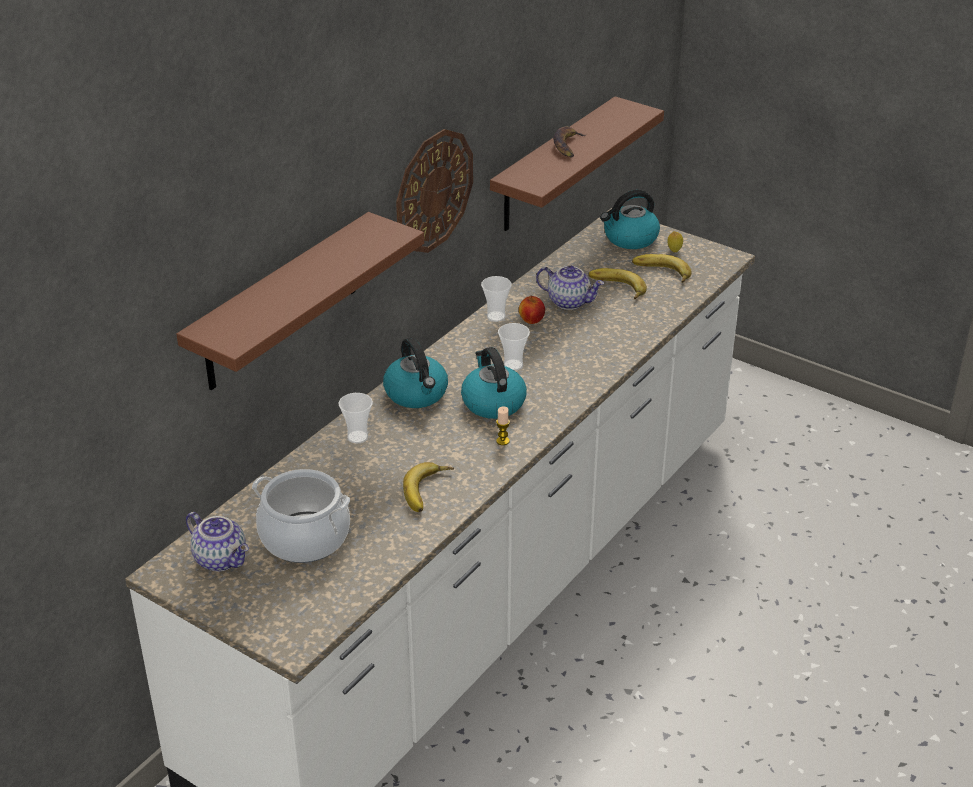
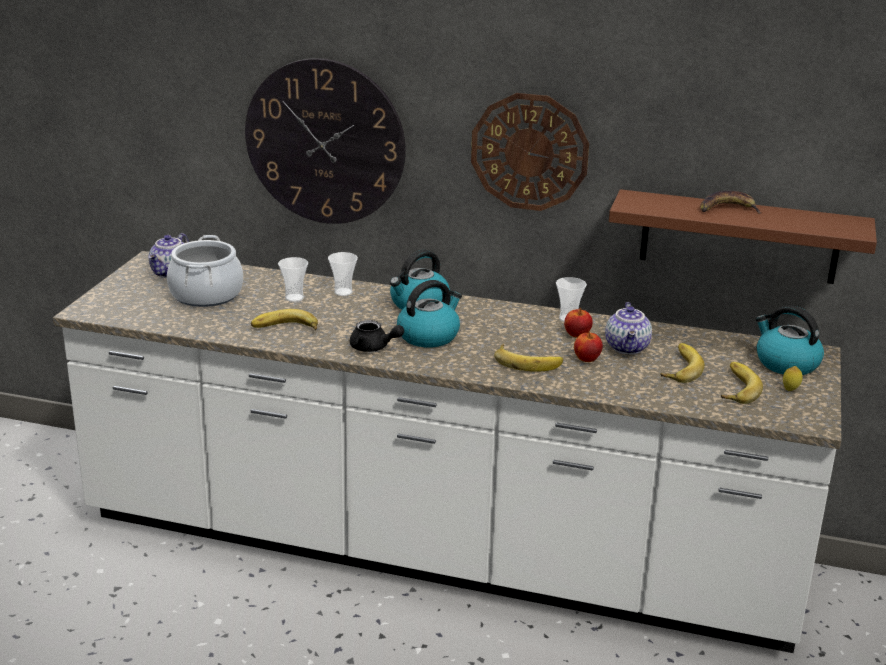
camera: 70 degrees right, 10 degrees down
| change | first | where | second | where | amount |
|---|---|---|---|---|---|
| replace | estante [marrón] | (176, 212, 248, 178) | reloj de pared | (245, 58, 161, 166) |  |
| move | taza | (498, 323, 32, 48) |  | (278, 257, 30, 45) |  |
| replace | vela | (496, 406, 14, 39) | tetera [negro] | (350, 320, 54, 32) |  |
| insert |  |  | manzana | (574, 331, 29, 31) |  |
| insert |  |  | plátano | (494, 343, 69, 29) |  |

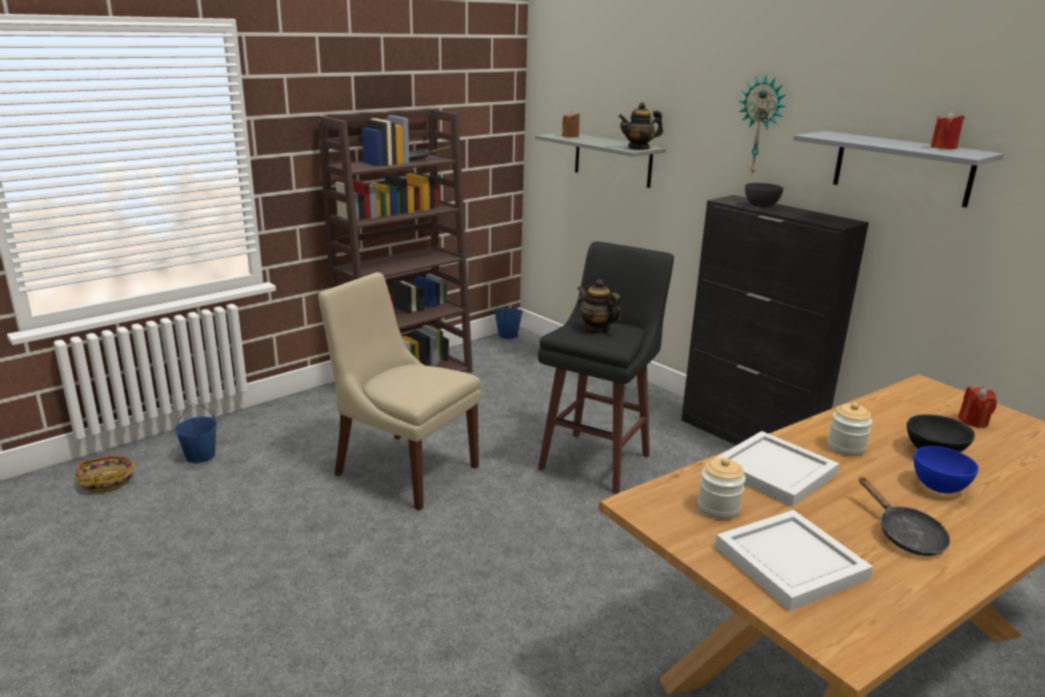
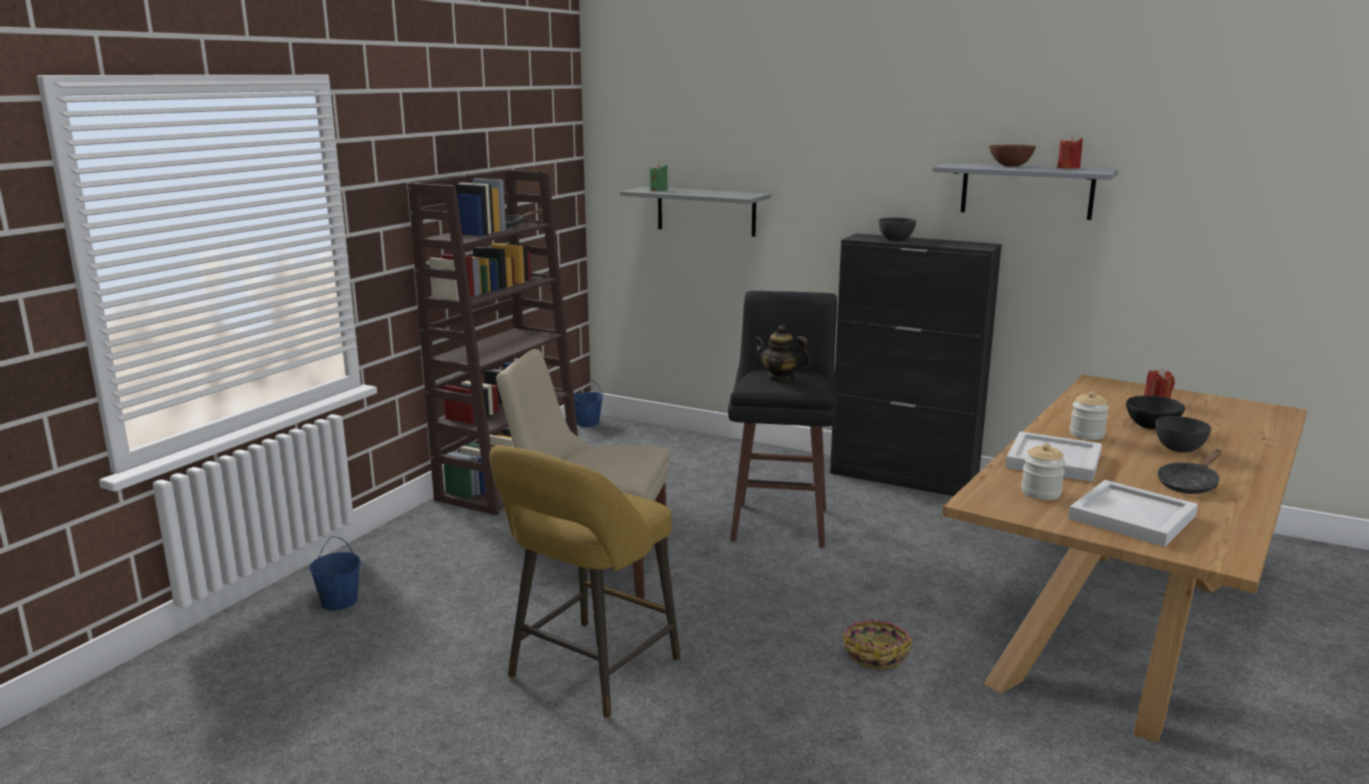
camera: 20 degrees left, 5 degrees down
| change | first | where | second | where | amount |
|---|---|---|---|---|---|
| delete | reloj de pared | (739, 75, 47, 99) |  |  |  |
| delete | tetera | (618, 102, 45, 48) |  |  |  |
| recolor | vela [marrón] | (562, 111, 18, 26) | vela [verde] | (650, 163, 18, 28) |  |
| recolor | cuenco [azul] | (914, 446, 65, 47) | cuenco [gris] | (1156, 416, 55, 37) |  |
| move | cesta | (75, 455, 61, 38) |  | (842, 620, 70, 50) |  |
| rotate | sartén [negro] | (859, 477, 91, 79) |  | (1157, 449, 65, 45) | 90 degrees clockwise |
| insert |  |  | cuenco [marrón] | (989, 145, 47, 22) |  |
| insert |  |  | taburete [amarillo] | (489, 445, 191, 274) |  |

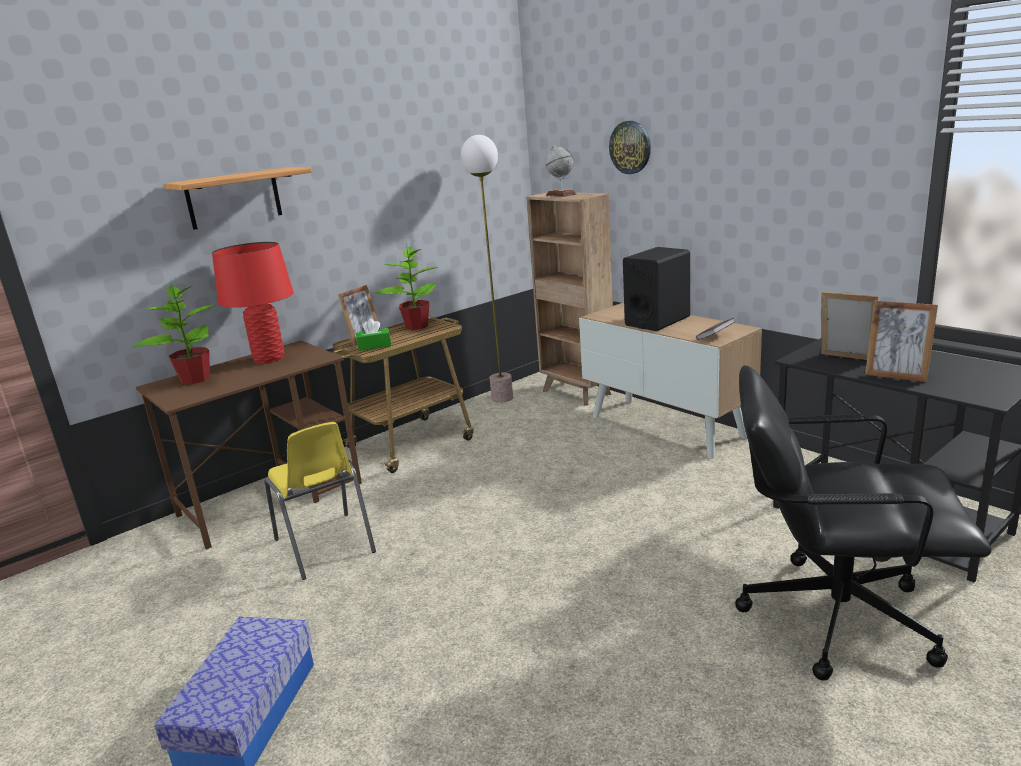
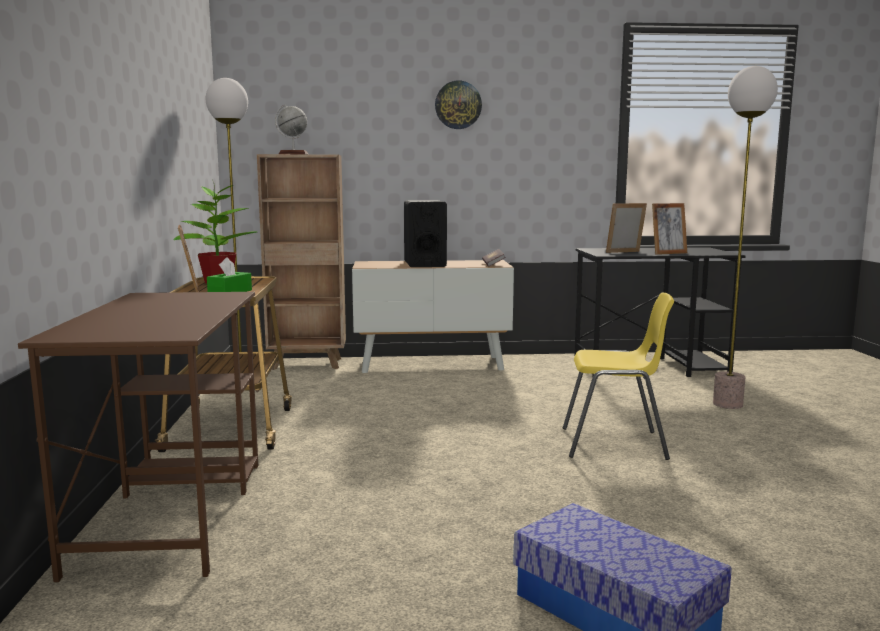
camera: 55 degrees left, 10 degrees down
| change | first | where | second | where | amount |
|---|---|---|---|---|---|
| move | reloj de pared | (609, 121, 42, 53) |  | (435, 81, 47, 48) |  |
| delete | estante | (163, 167, 149, 63) |  |  |  |
| delete | lámpara de mesa [rojo] | (212, 242, 82, 122) |  |  |  |
| delete | planta en maceta | (133, 282, 84, 102) |  |  |  |
| replace | silla de oficina [negro] | (735, 365, 256, 316) | lámpara de pie | (713, 66, 65, 343) |  |
| move | silla [amarillo] | (264, 422, 112, 158) |  | (563, 293, 111, 167) |  |

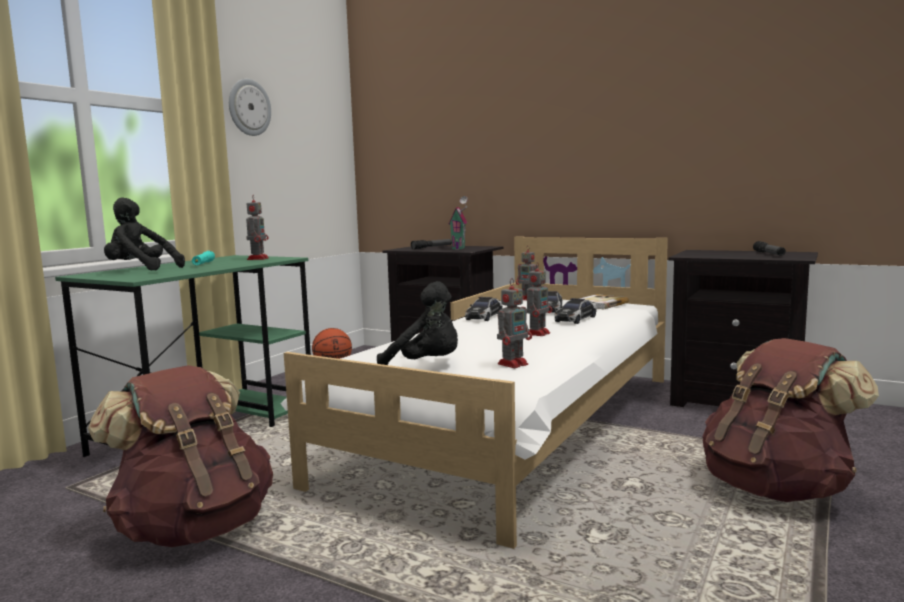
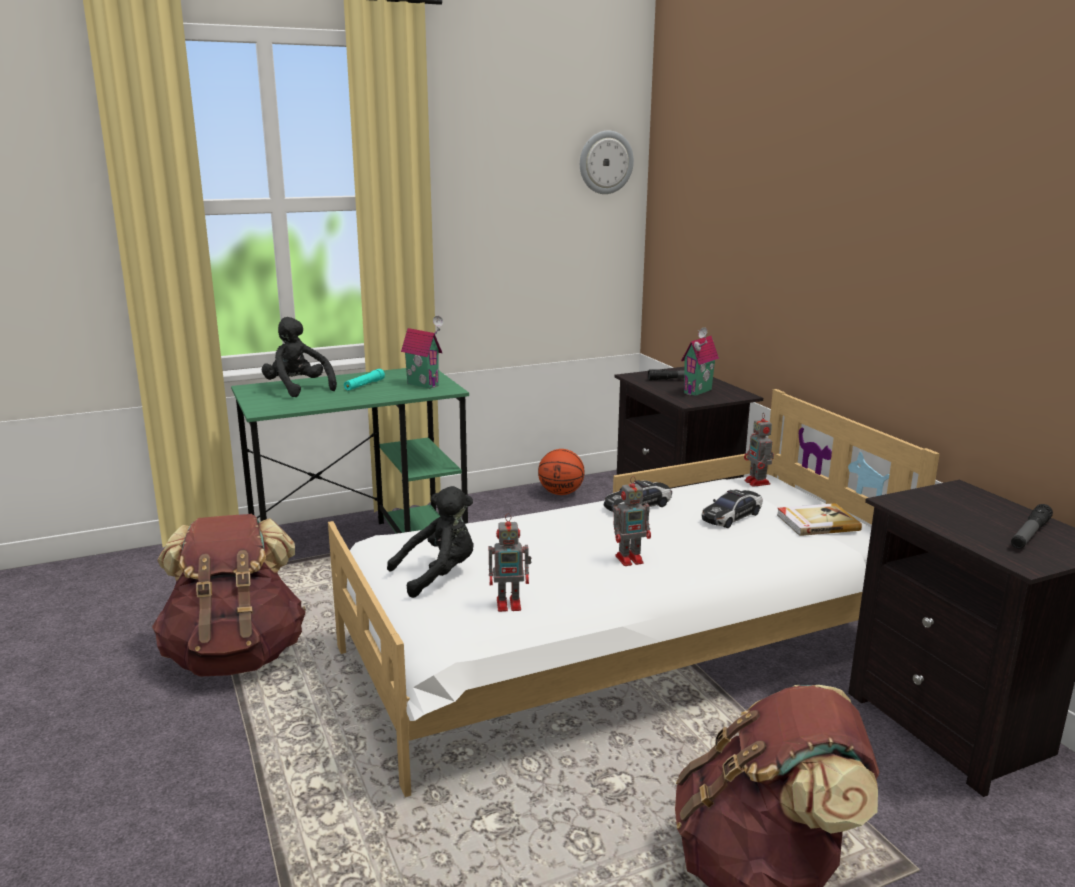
camera: 35 degrees right, 10 degrees up
| change | first | where | second | where | amount |
|---|---|---|---|---|---|
| move | reloj de pared | (229, 79, 42, 57) |  | (580, 130, 54, 64) |  |
| replace | robot de juguete | (246, 195, 23, 65) | casita | (401, 316, 42, 73) |  |
| rotate | peluche [negro] | (377, 281, 81, 84) |  | (387, 486, 87, 112) | 90 degrees counterclockwise |
| delete | coche de juguete | (554, 298, 43, 26) |  |  |  |

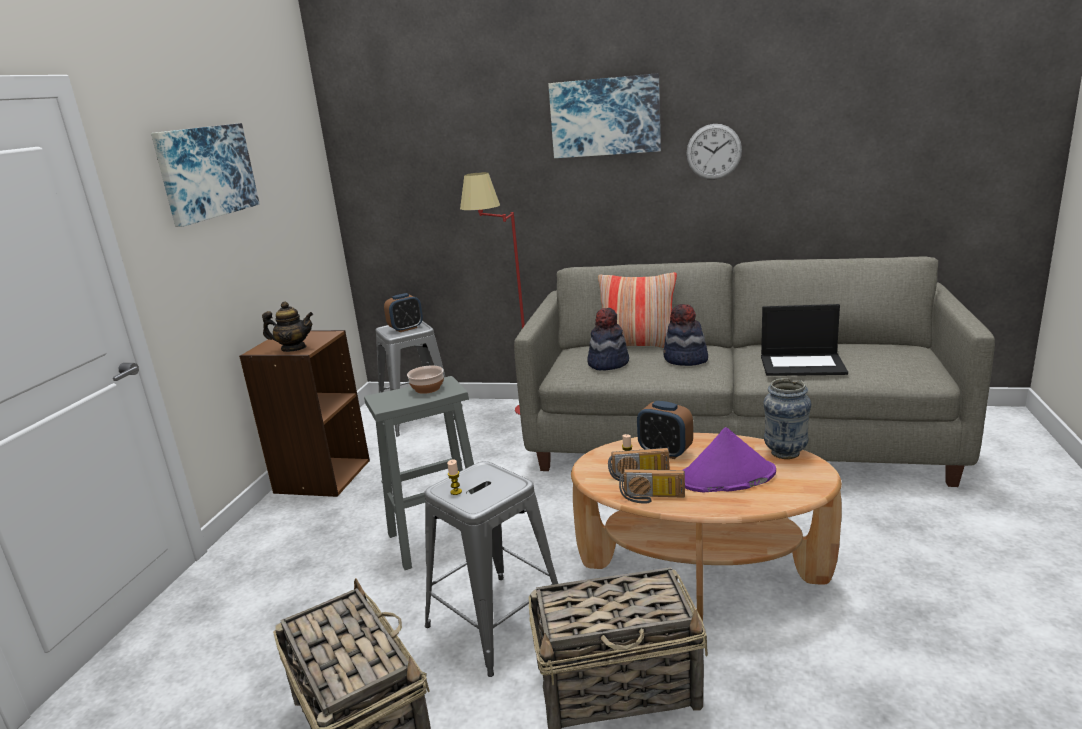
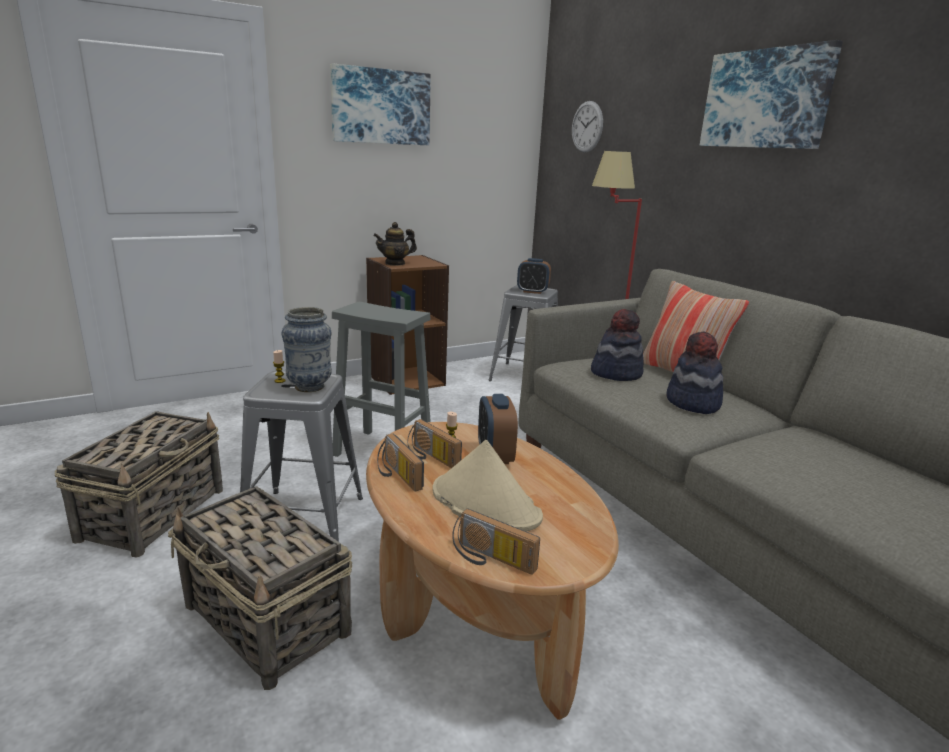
camera: 45 degrees right, 0 degrees up
| change | first | where | second | where | amount |
|---|---|---|---|---|---|
| move | reloj de pared | (686, 124, 56, 56) |  | (572, 101, 31, 51) |  |
| rotate | tetera | (262, 301, 52, 51) |  | (373, 222, 44, 44) | 105 degrees clockwise |
| delete | portátil | (761, 304, 87, 72) |  |  |  |
| delete | cuenco | (407, 366, 37, 28) |  |  |  |
| move | florero | (763, 378, 48, 81) |  | (282, 307, 50, 85) |  |
| recolor | sombrero [morado] | (683, 427, 93, 65) | sombrero [beis] | (432, 440, 111, 91) |  |
| insert |  |  | radio | (452, 508, 88, 67) |  |

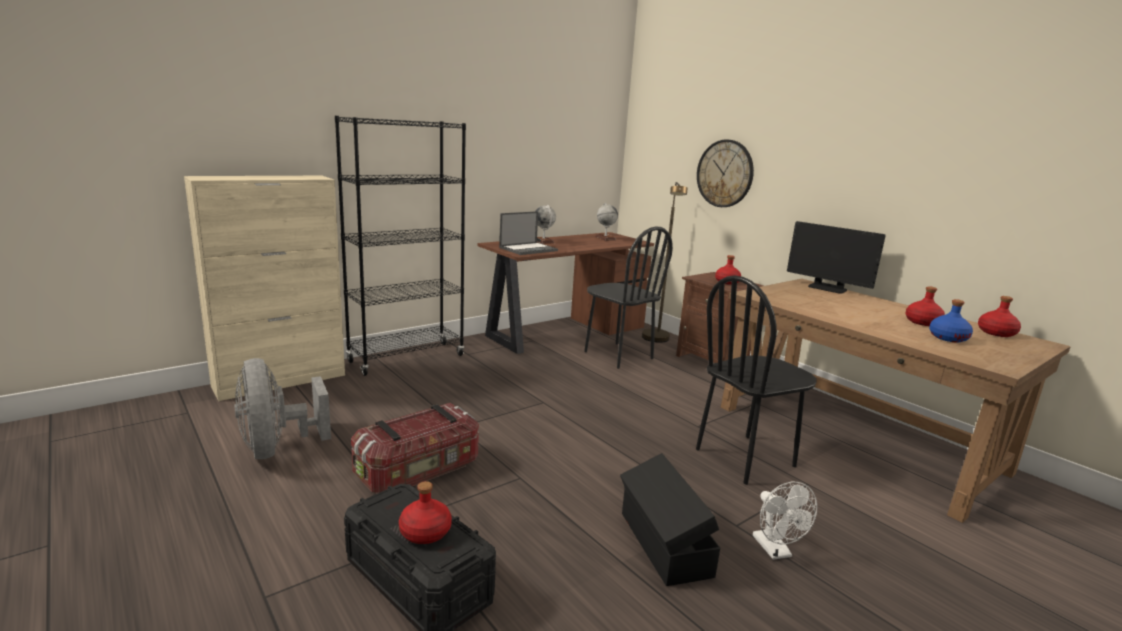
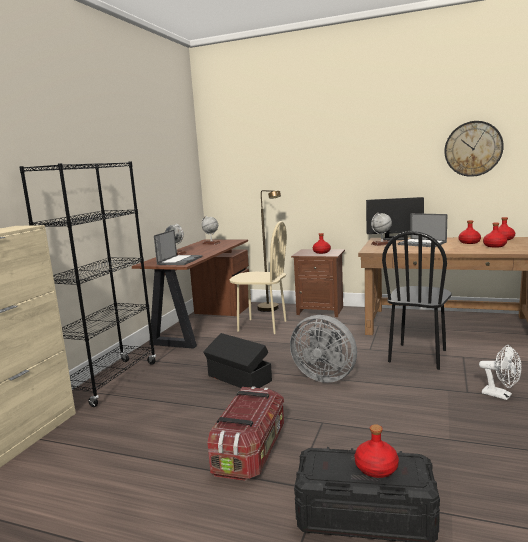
camera: 30 degrees left, 5 degrees down
| change | first | where | second | where | amount |
|---|---|---|---|---|---|
| move | reloj de pared | (697, 140, 57, 67) |  | (444, 121, 60, 56) |  |
| recolor | silla [negro] | (584, 227, 89, 142) | silla [beis] | (229, 221, 58, 113) |  |
| recolor | botella [azul] | (929, 299, 44, 44) | botella [rojo] | (483, 223, 24, 24) |  |
| move | ventilador [gris] | (234, 358, 97, 101) |  | (290, 315, 67, 68) |  |
| move | caja de almacenaje [negro] | (620, 453, 100, 133) |  | (203, 333, 69, 55) |  |
| insert |  |  | globo terráqueo | (371, 213, 21, 33) |  |
| insert |  |  | portátil | (398, 213, 49, 34) |  |

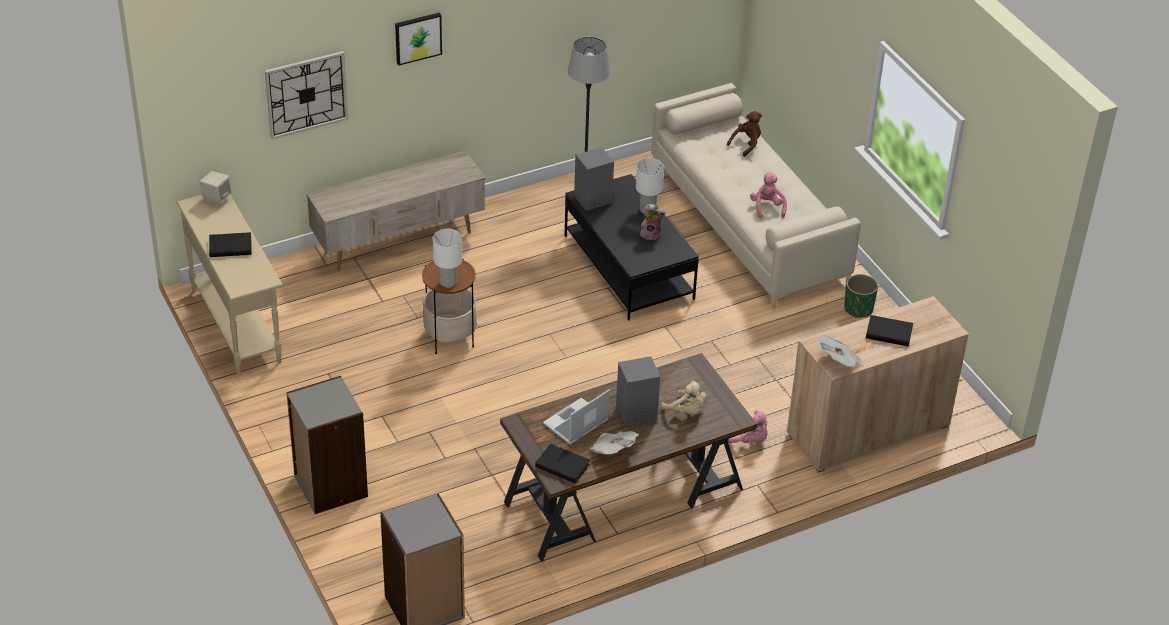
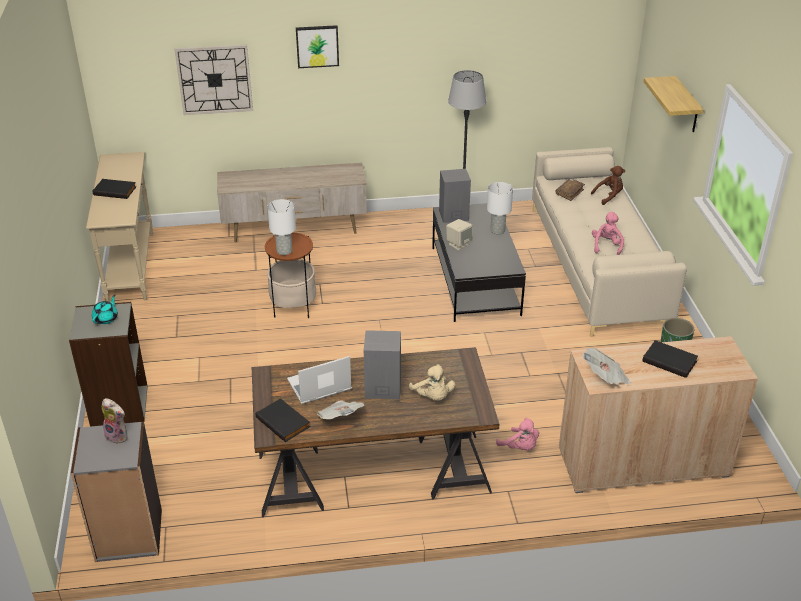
camera: 20 degrees right, 5 degrees down
| change | first | where | second | where | amount |
|---|---|---|---|---|---|
| move | altavoz [beis] | (200, 171, 32, 35) |  | (446, 219, 27, 31) |  |
| move | peluche | (640, 204, 26, 36) |  | (102, 398, 25, 46) |  |
| insert |  |  | estante | (643, 76, 60, 56) |  |
| insert |  |  | libro [marrón] | (556, 178, 29, 23) |  |
| insert |  |  | tetera [turquesa] | (92, 295, 26, 29) |  |

